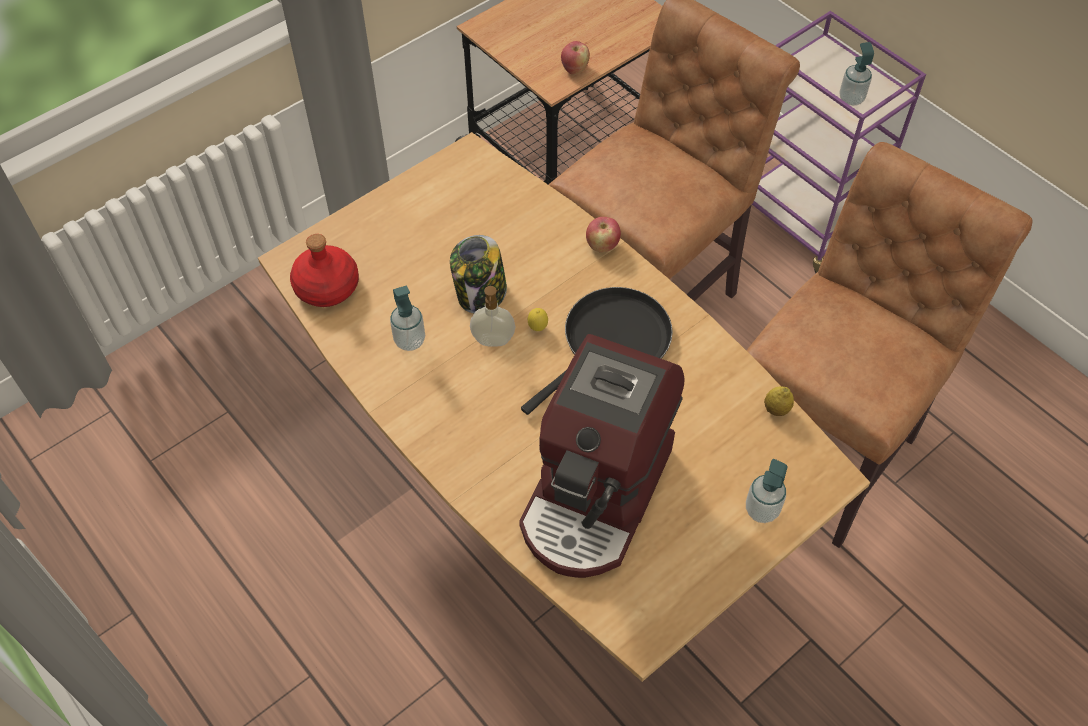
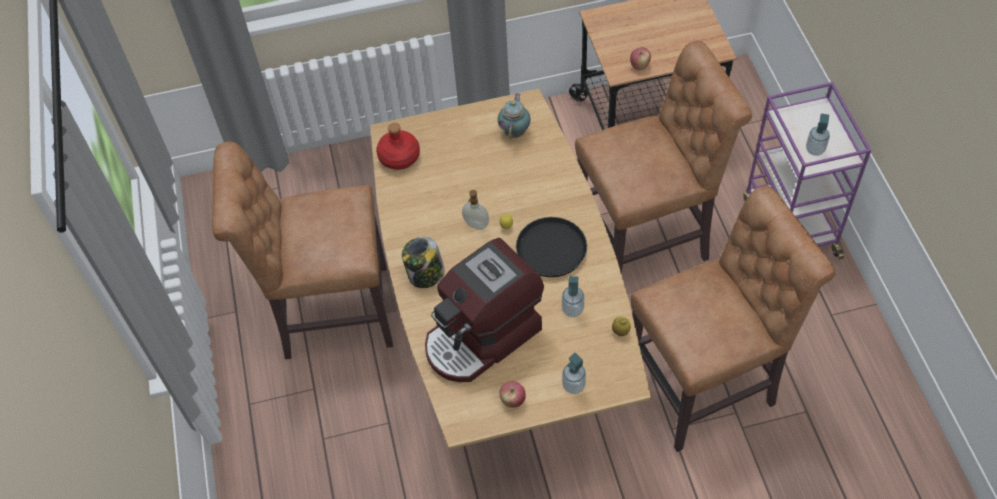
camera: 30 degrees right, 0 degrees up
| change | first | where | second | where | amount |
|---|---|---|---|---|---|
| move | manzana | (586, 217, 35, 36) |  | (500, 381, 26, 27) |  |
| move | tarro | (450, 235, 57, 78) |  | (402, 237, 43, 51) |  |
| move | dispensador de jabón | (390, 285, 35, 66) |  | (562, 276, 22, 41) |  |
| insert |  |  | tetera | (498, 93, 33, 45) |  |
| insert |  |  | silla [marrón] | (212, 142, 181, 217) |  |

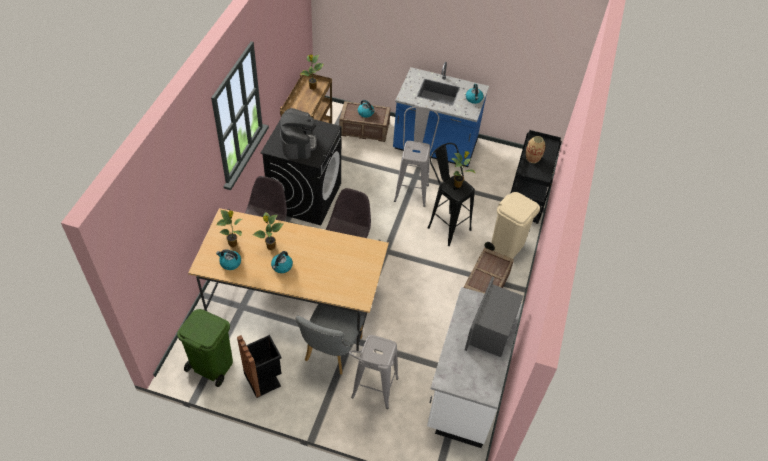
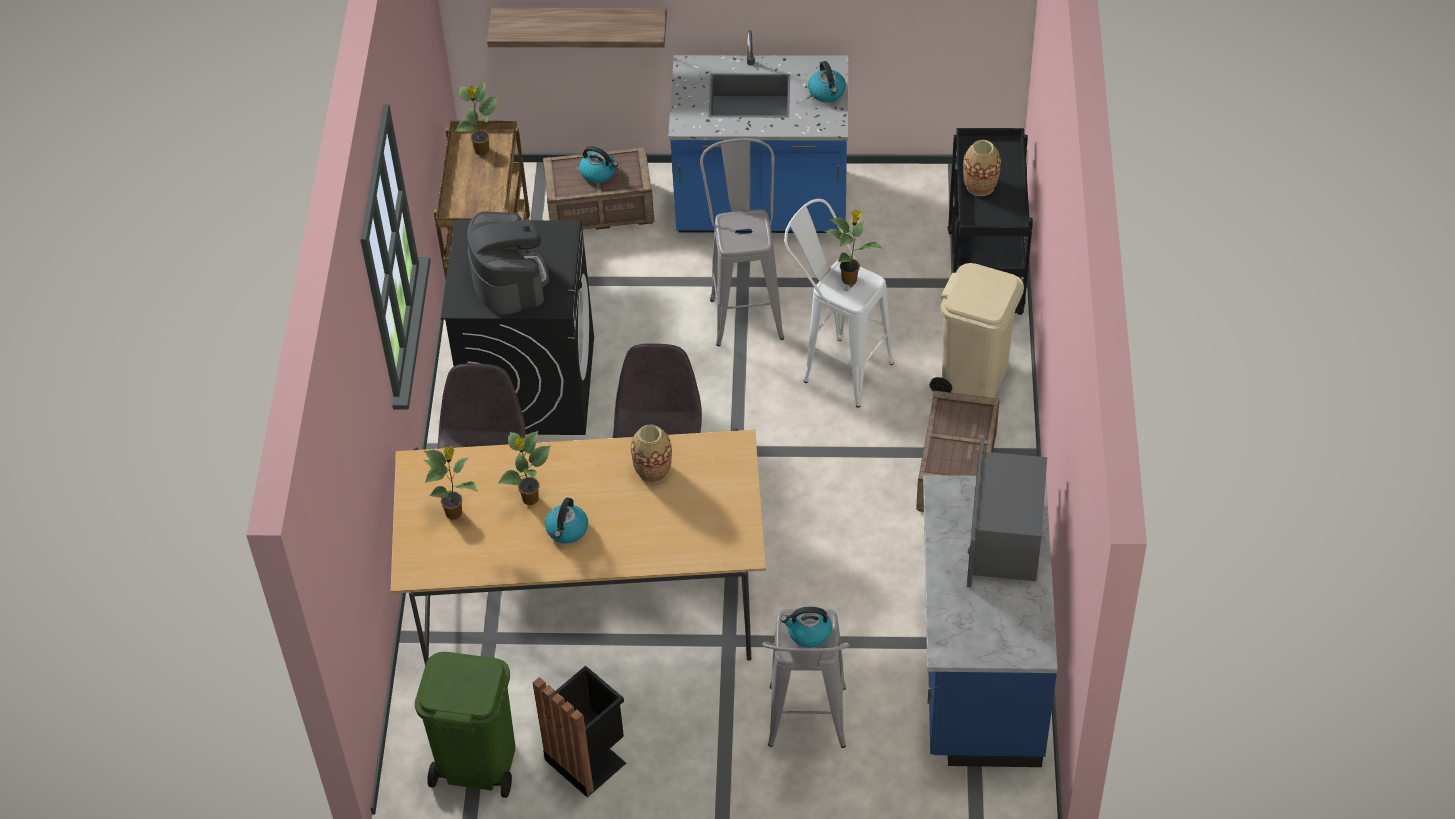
camera: 10 degrees left, 0 degrees up
| change | first | where | second | where | amount |
|---|---|---|---|---|---|
| recolor | taburete [negro] | (428, 143, 47, 103) | taburete [blanco] | (784, 199, 110, 209) |  |
| move | hervidor | (216, 250, 25, 20) |  | (781, 606, 51, 42) |  |
| recolor | mueble bajo de cocina [blanco] | (427, 287, 95, 161) | mueble bajo de cocina [azul] | (923, 475, 135, 292) |  |
| delete | silla [gris] | (296, 304, 69, 70) |  |  |  |
| insert |  |  | estante | (487, 8, 180, 39) |  |
| insert |  |  | florero | (631, 425, 41, 58) |  |

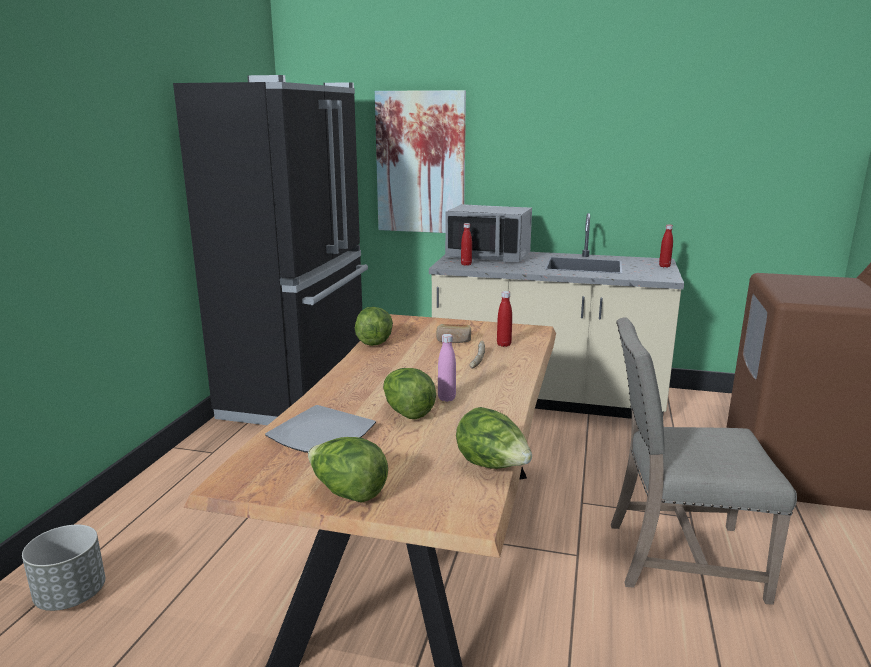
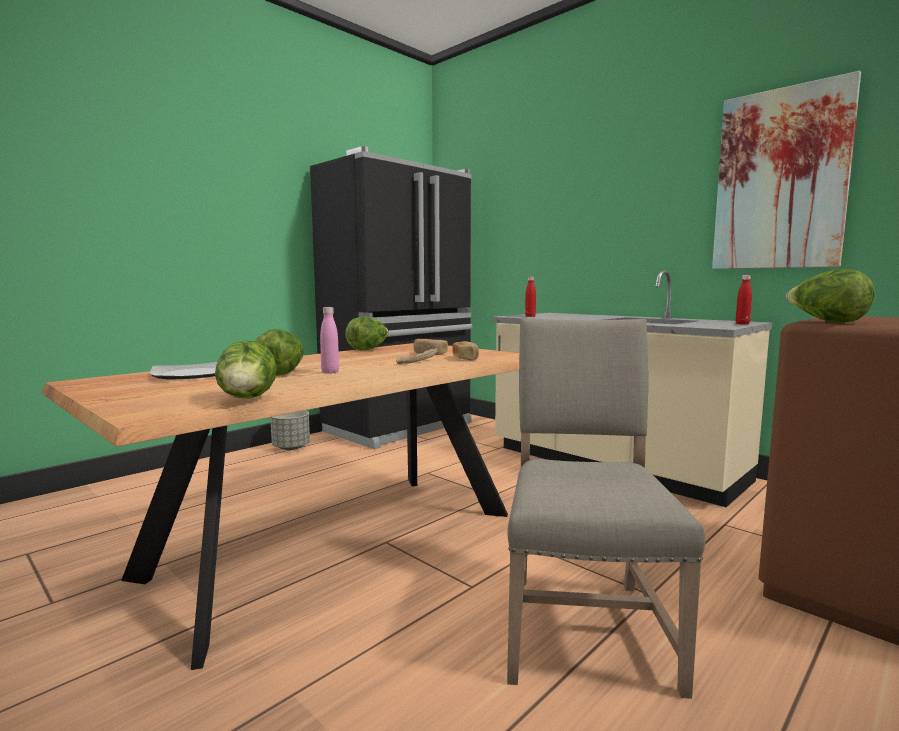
camera: 30 degrees right, 10 degrees down
| change | first | where | second | where | amount |
|---|---|---|---|---|---|
| move | cuadro | (375, 90, 91, 143) |  | (712, 71, 149, 198) |  |
| delete | microondas [gris] | (445, 204, 87, 58) |  |  |  |
| replace | botella [rojo] | (497, 291, 15, 56) | pan | (453, 341, 26, 20) |  |
| rotate | silla [beis] | (611, 317, 186, 288) |  | (507, 318, 198, 381) | 60 degrees clockwise |
| move | lechuga | (308, 437, 80, 66) |  | (786, 269, 88, 54) |  |
| move | maceta [gris] | (22, 525, 83, 86) |  | (270, 410, 40, 40) |  |

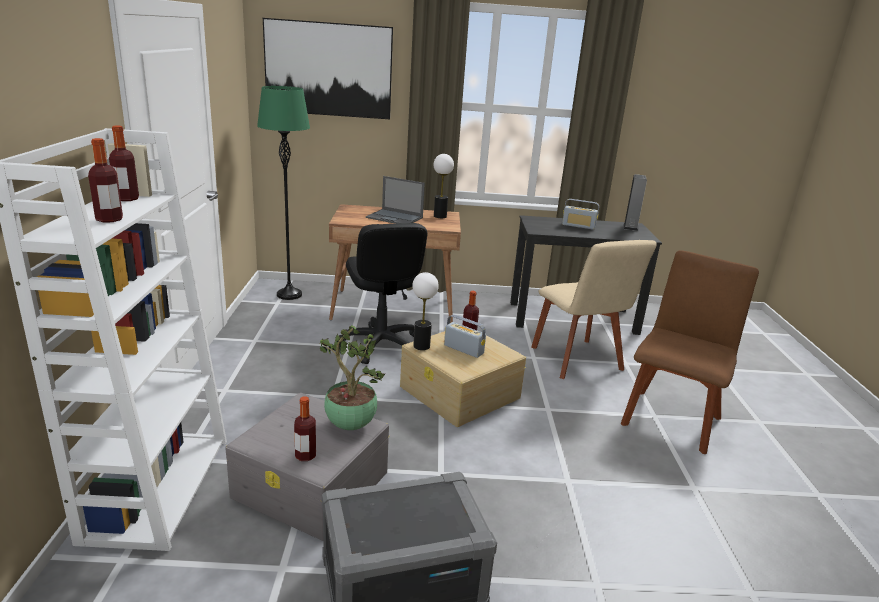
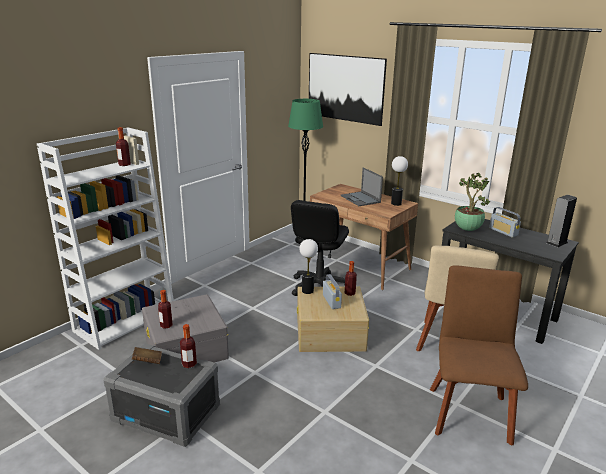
camera: 40 degrees right, 0 degrees up
| change | first | where | second | where | amount |
|---|---|---|---|---|---|
| move | botella | (88, 138, 35, 85) |  | (180, 324, 17, 44) |  |
| rotate | silla [marrón] | (621, 250, 138, 204) |  | (430, 265, 98, 181) | 60 degrees counterclockwise |
| move | planta en maceta | (320, 325, 65, 105) |  | (455, 173, 36, 58) |  |
| insert |  |  | libro [marrón] | (132, 347, 30, 17) |  |

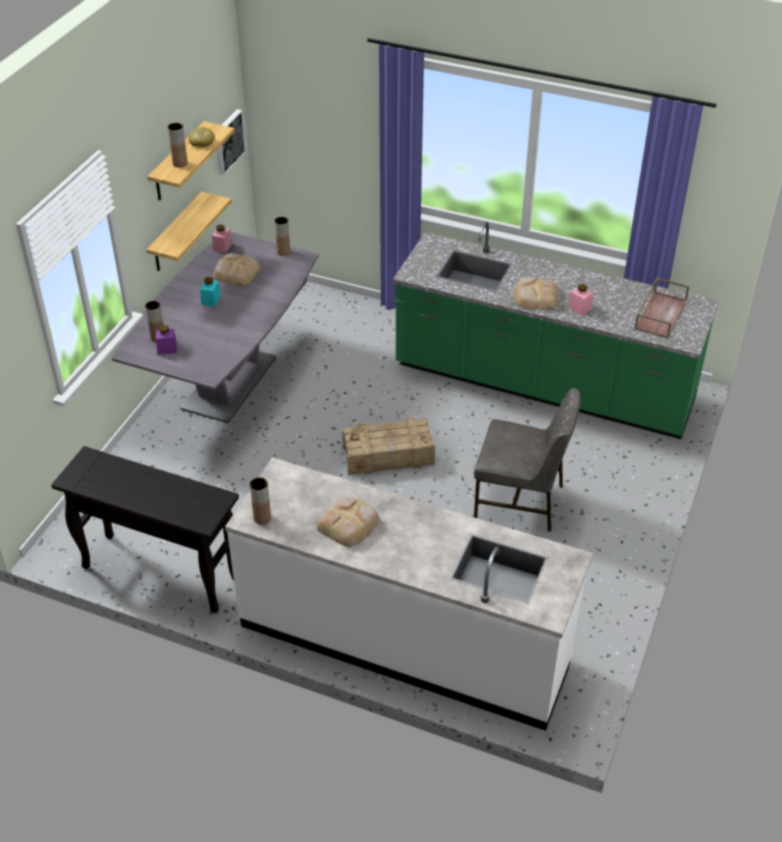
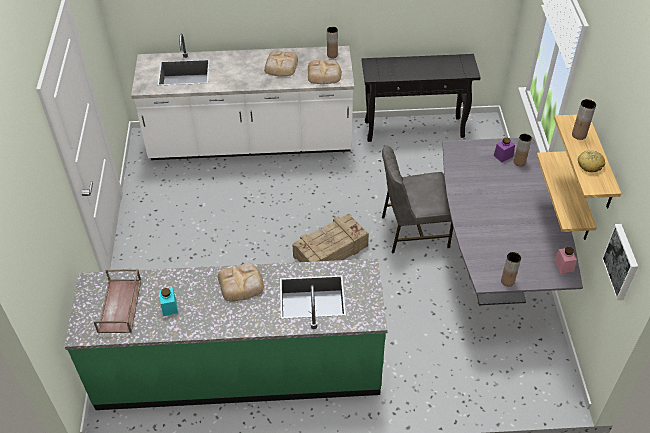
camera: 155 degrees right, 5 degrees up
| change | first | where | second | where | amount |
|---|---|---|---|---|---|
| move | pan | (213, 253, 48, 33) |  | (308, 60, 34, 24) |  |
| move | tarro [turquesa] | (200, 277, 21, 30) |  | (159, 288, 19, 28) |  |
| delete | tarro [rosa] | (568, 284, 25, 31) |  |  |  |
| move | silla [gris] | (474, 388, 107, 144) |  | (382, 146, 71, 108) |  |

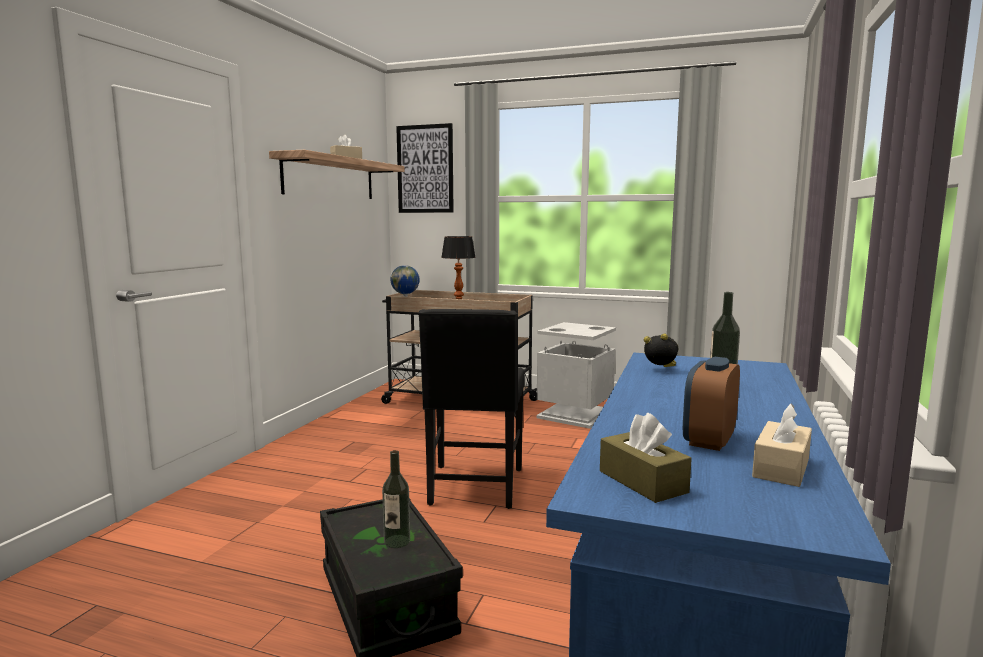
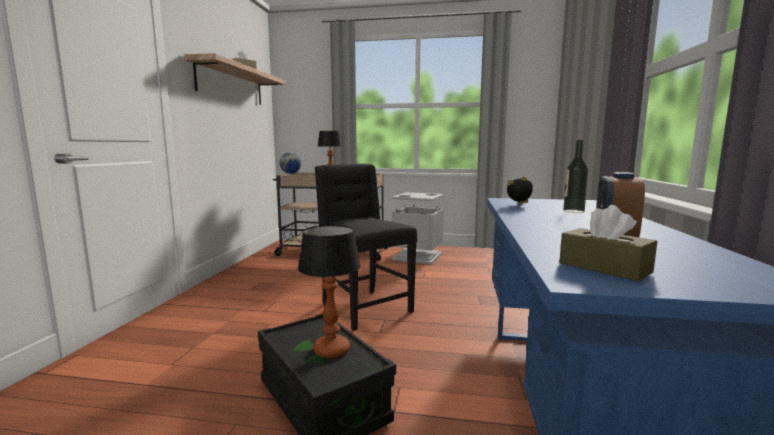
camera: 10 degrees left, 0 degrees up
| change | first | where | second | where | amount |
|---|---|---|---|---|---|
| delete | cuadro | (396, 123, 58, 90) |  |  |  |
| rotate | silla [negro] | (418, 309, 107, 200) |  | (315, 164, 102, 167) | 150 degrees clockwise |
| delete | caja de pañuelos [beis] | (752, 404, 60, 83) |  |  |  |
| replace | botella | (382, 450, 28, 98) | lámpara de mesa | (298, 225, 63, 133) |  |

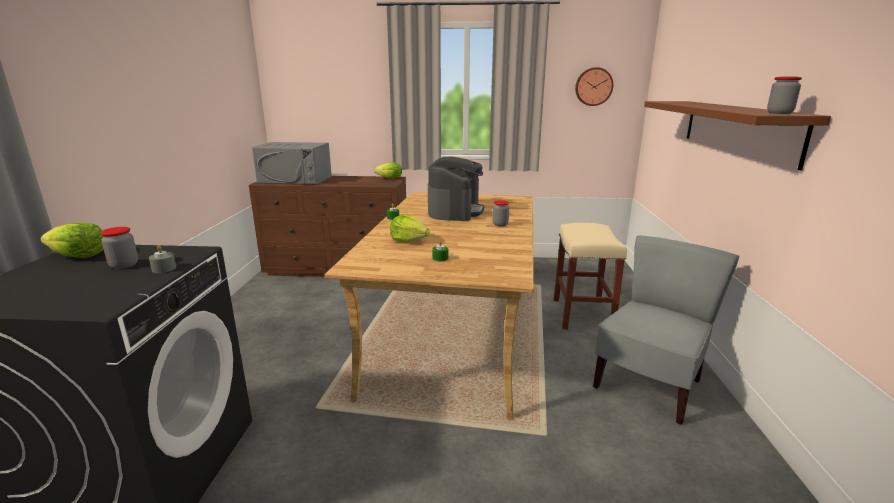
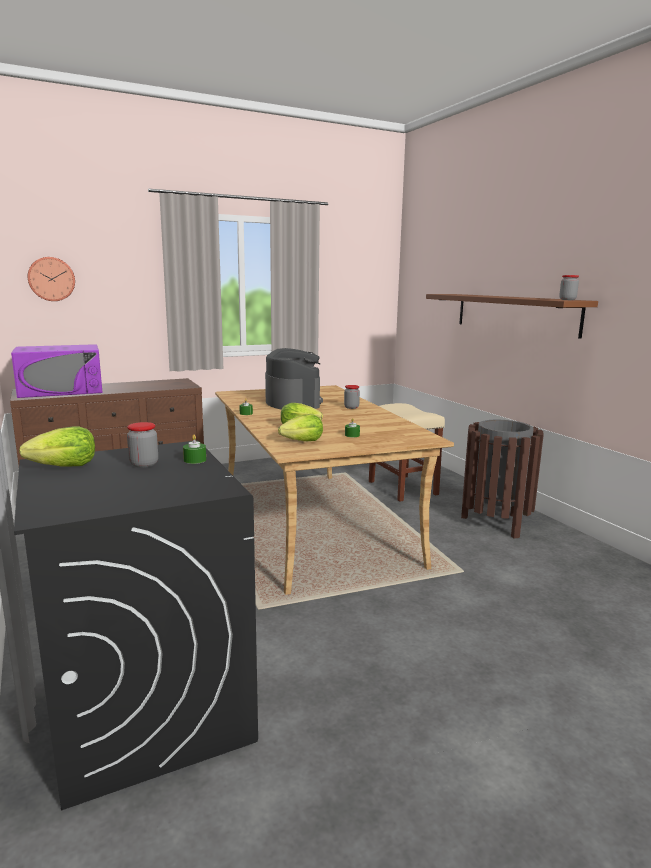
camera: 30 degrees left, 5 degrees down
| change | first | where | second | where | amount |
|---|---|---|---|---|---|
| move | reloj de pared | (575, 67, 38, 39) |  | (28, 257, 47, 44) |  |
| recolor | microondas [gris] | (252, 142, 80, 43) | microondas [morado] | (11, 344, 92, 54) |  |
| move | lechuga | (374, 162, 28, 17) |  | (278, 414, 45, 27) |  |
| replace | silla [gris] | (593, 236, 146, 189) | papelera [marrón] | (461, 420, 83, 119) |  |
| recolor | vela [gris] | (149, 245, 27, 28) | vela [verde] | (183, 435, 23, 29) |  |

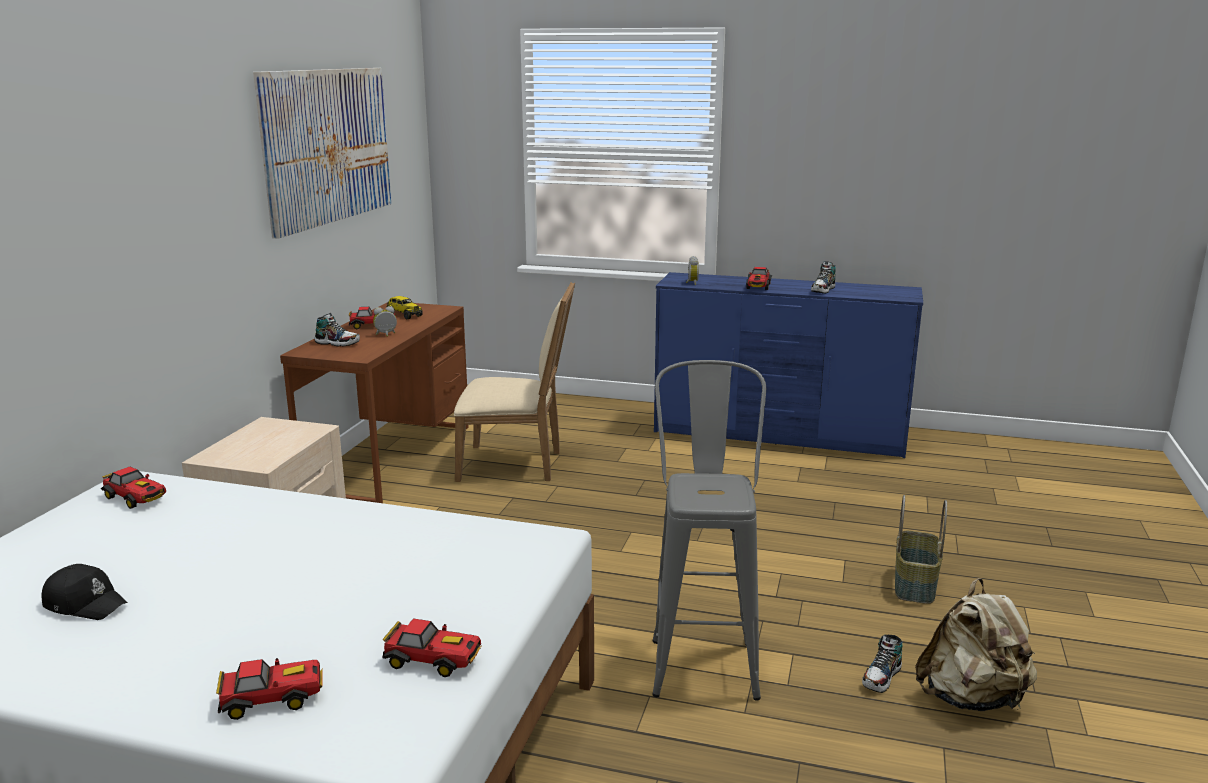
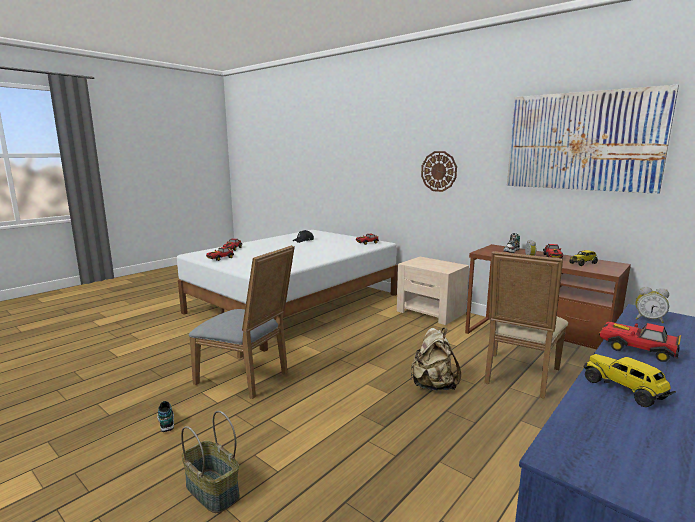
camera: 115 degrees right, 5 degrees down
| change | first | where | second | where | amount |
|---|---|---|---|---|---|
| replace | zapato | (811, 261, 25, 33) | camión de juguete | (584, 354, 92, 53) |  |
| replace | taburete [gris] | (652, 360, 114, 341) | silla [gris] | (189, 245, 106, 154) |  |
| move | mochila [beis] | (915, 578, 122, 133) |  | (411, 328, 50, 62) |  |
| insert |  |  | reloj de pared | (421, 151, 36, 41) |  |

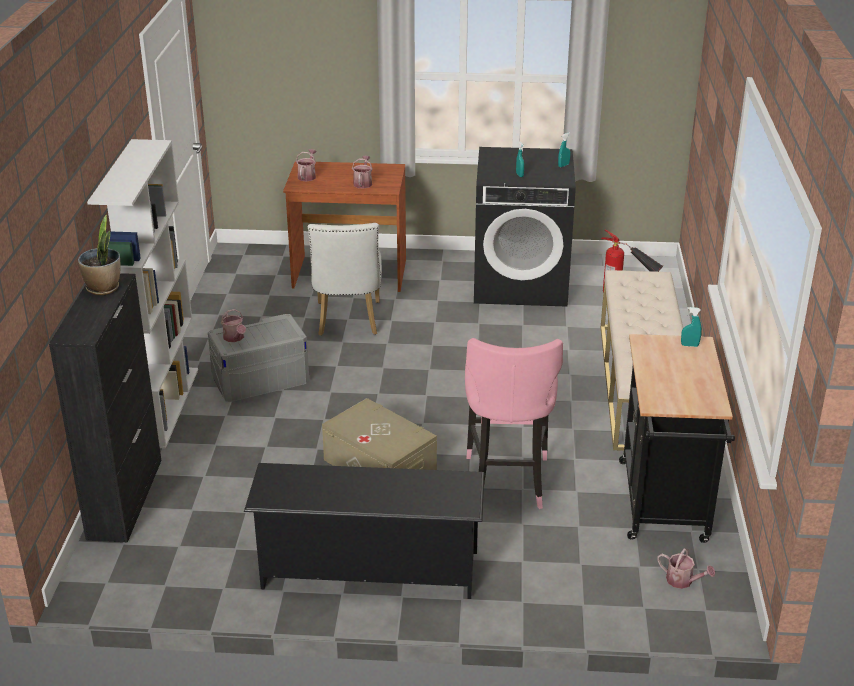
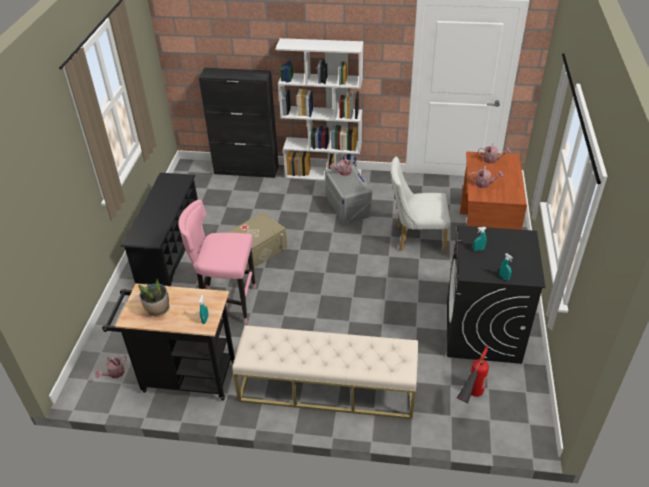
camera: 95 degrees right, 10 degrees up
| change | first | where | second | where | amount |
|---|---|---|---|---|---|
| move | planta en maceta | (78, 214, 43, 81) |  | (138, 279, 31, 38) |  |

